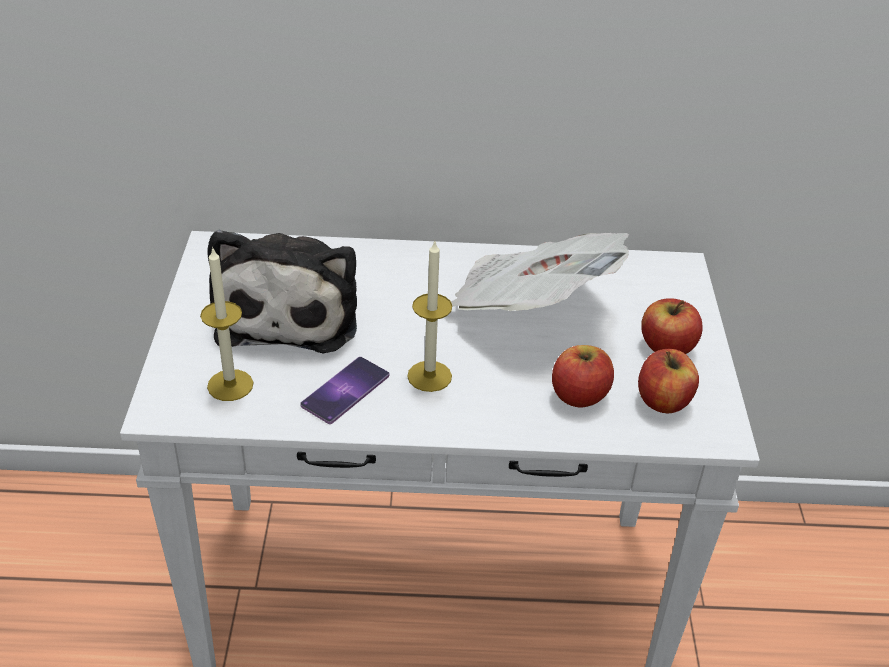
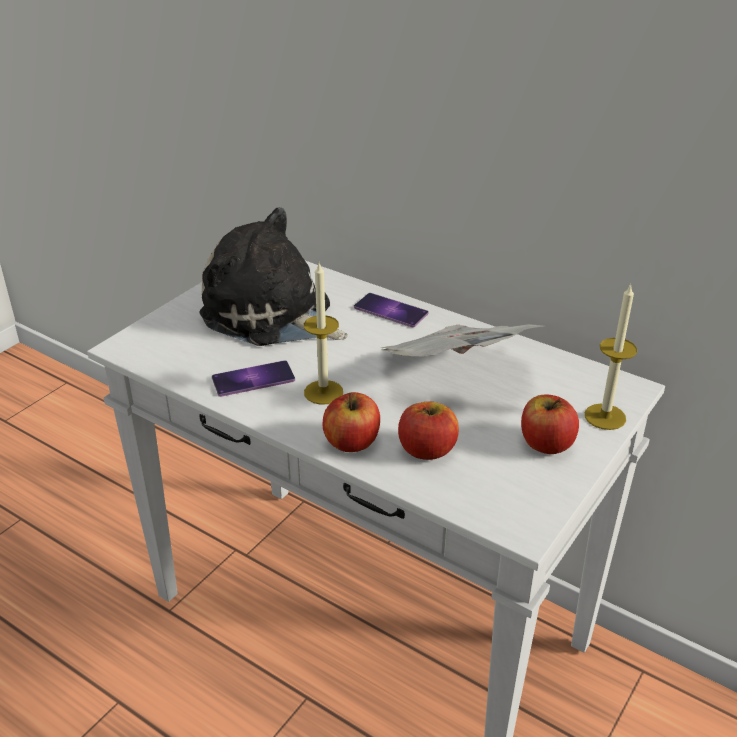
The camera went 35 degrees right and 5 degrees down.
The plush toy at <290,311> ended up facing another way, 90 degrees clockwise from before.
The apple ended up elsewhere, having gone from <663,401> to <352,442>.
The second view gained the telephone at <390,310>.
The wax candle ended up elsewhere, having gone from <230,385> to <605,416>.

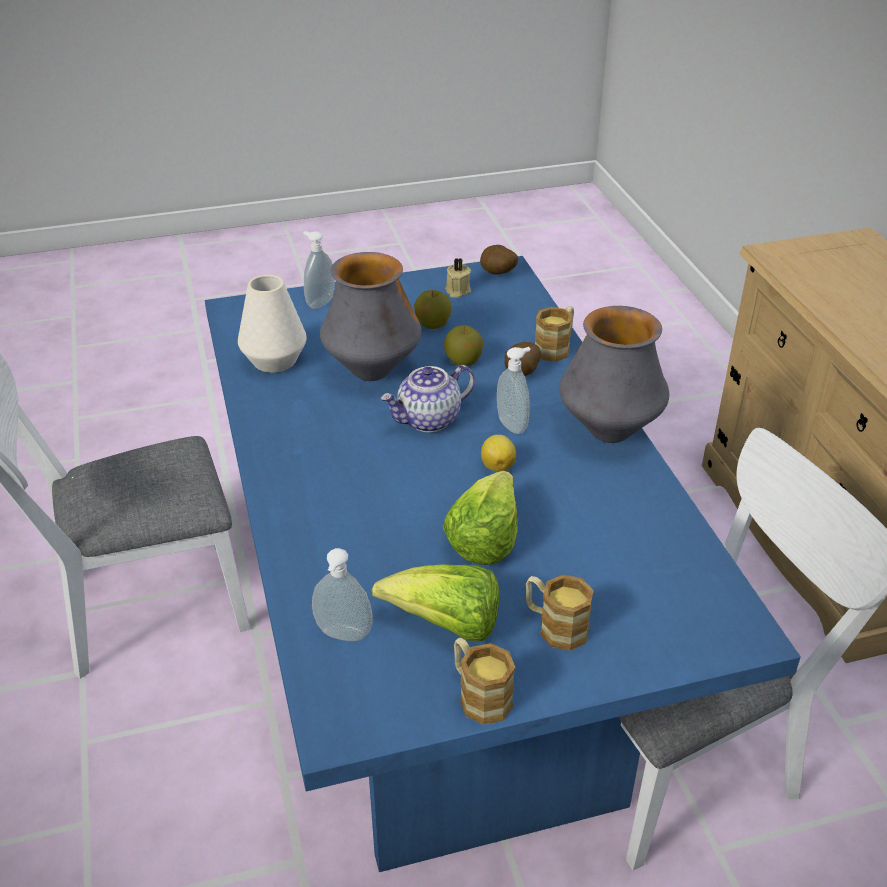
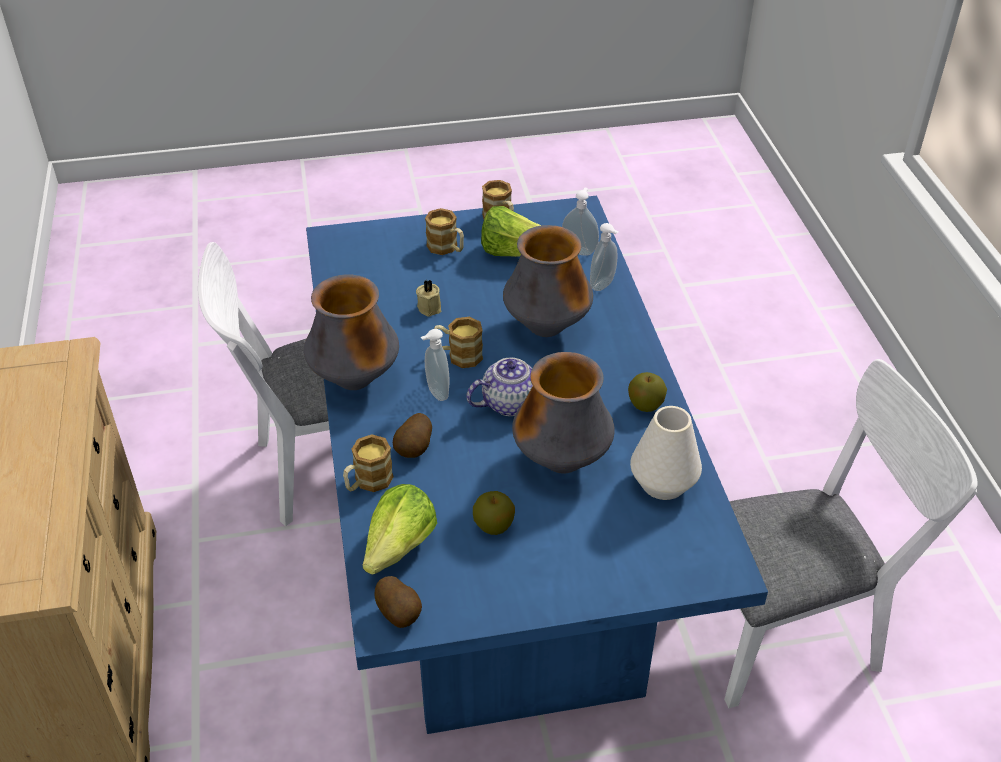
The camera went 175 degrees left and 5 degrees up.
The head of lettuce ended up elsewhere, having gone from <483,538> to <400,546>.
The beige wax candle ended up elsewhere, having gone from <457,291> to <430,307>.
Where the lemon stood at <498,465>, the tea mug came to stand at <458,355>.
The second view gained the vase at <546,328>.
The liquid soap bottle ended up elsewhere, having gone from <319,302> to <604,285>.
The apple ended up elsewhere, having gone from <463,362> to <645,405>.

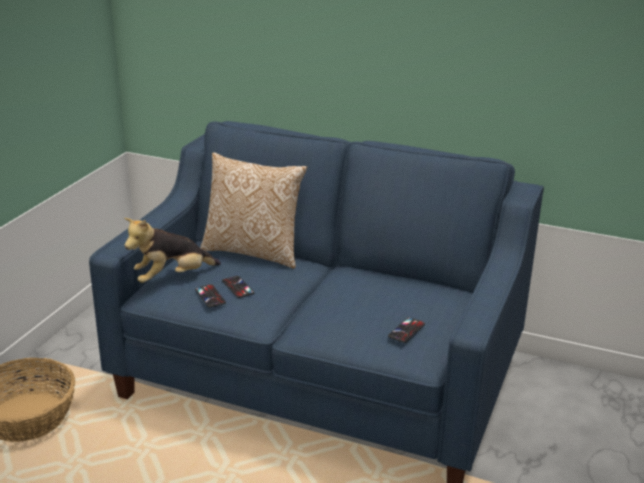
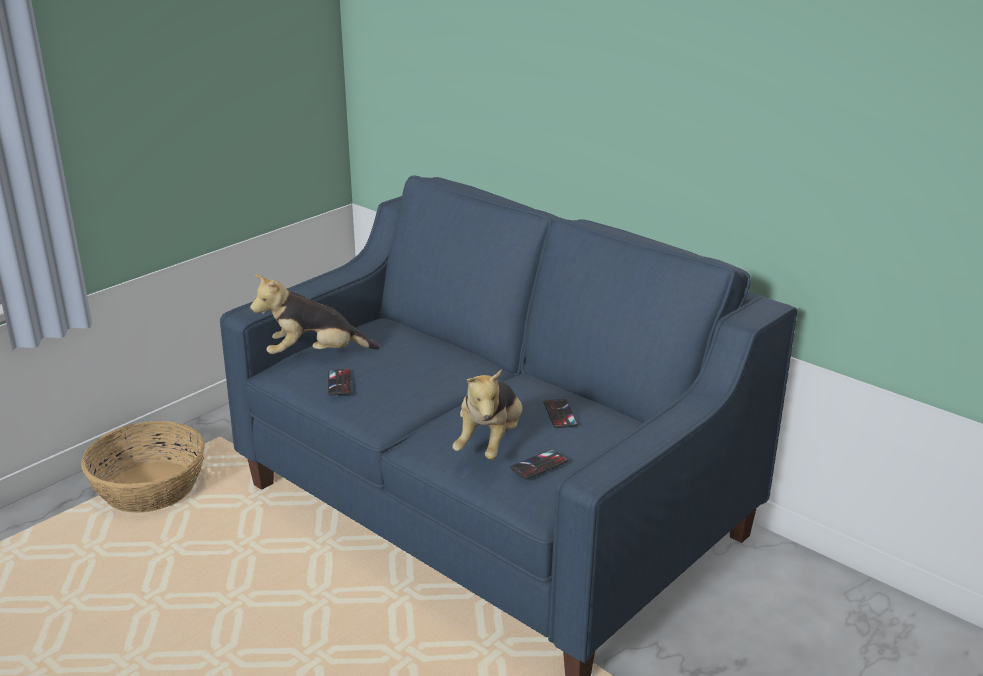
The camera went 20 degrees right and 0 degrees up.
The second view gained the plush toy at <490,443>.
The telephone ended up elsewhere, having gone from <237,287> to <560,414>.
The second view lost the cushion at <254,251>.

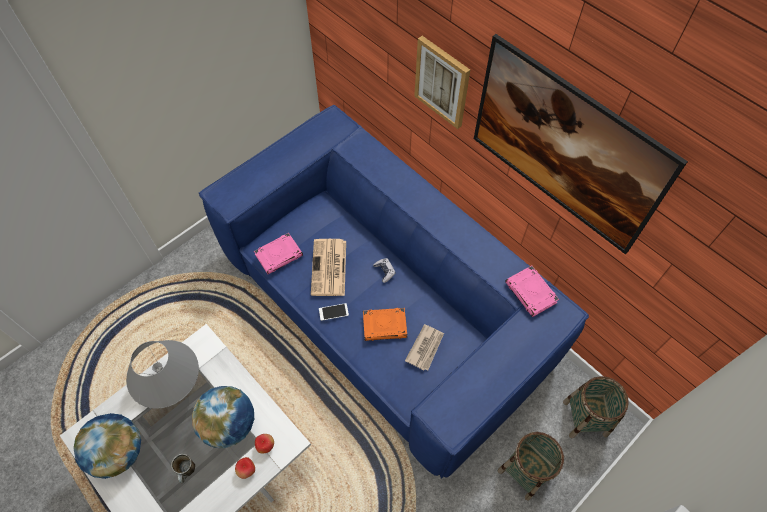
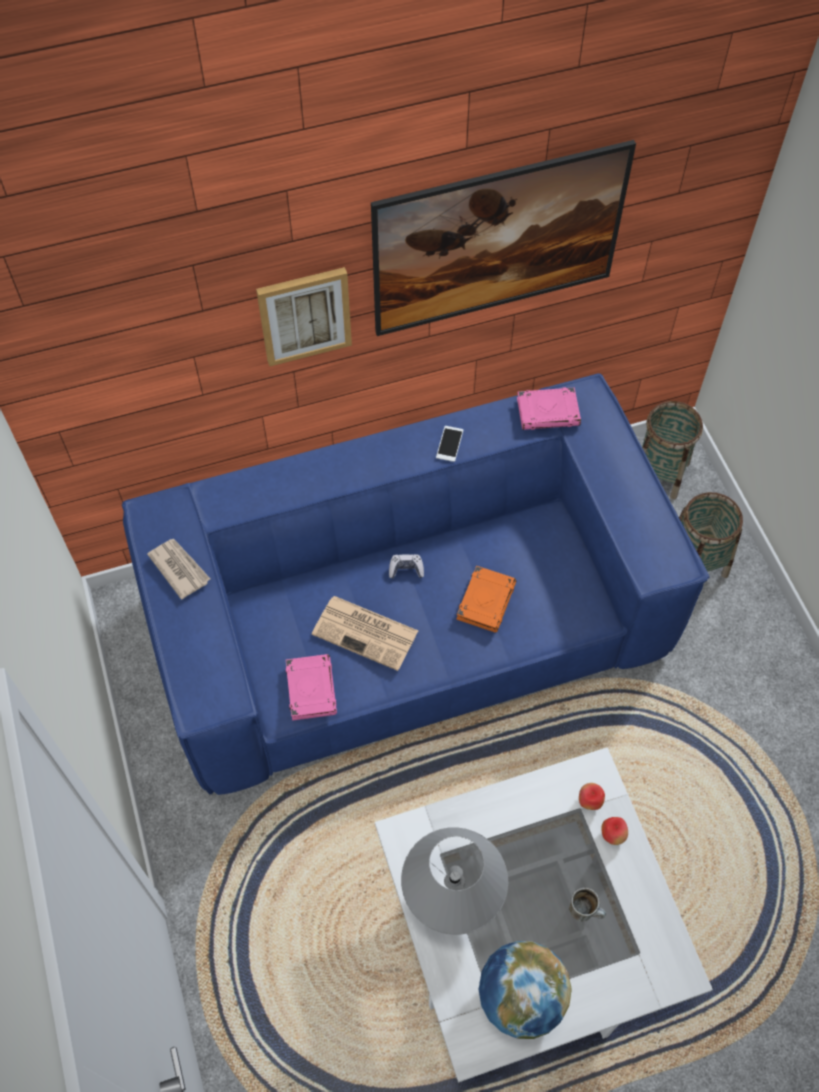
The camera went 65 degrees left and 0 degrees up.
The newspaper ended up elsewhere, having gone from <425,348> to <179,568>.
The telephone ended up elsewhere, having gone from <333,312> to <449,444>.
The second view lost the globe at <230,424>.

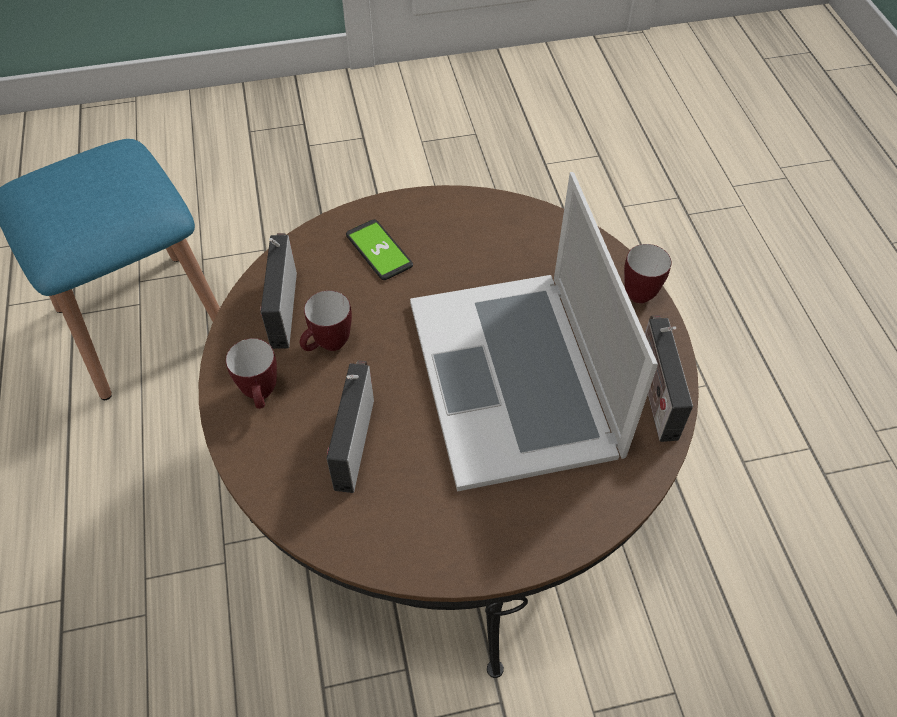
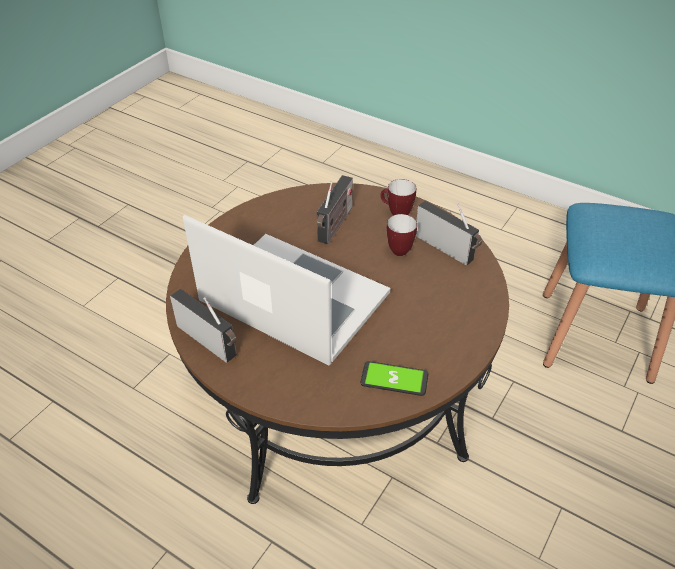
The camera went 135 degrees right and 10 degrees down.
The radio receiver at <354,439> ended up facing another way, 60 degrees clockwise from before.
The telephone ended up elsewhere, having gone from <379,250> to <394,379>.
The second view lost the tea mug at <637,290>.

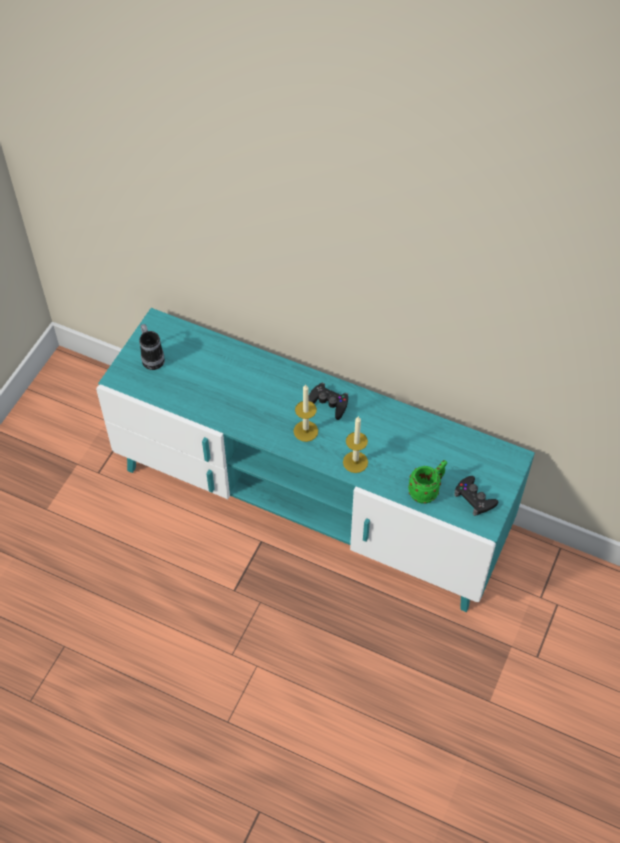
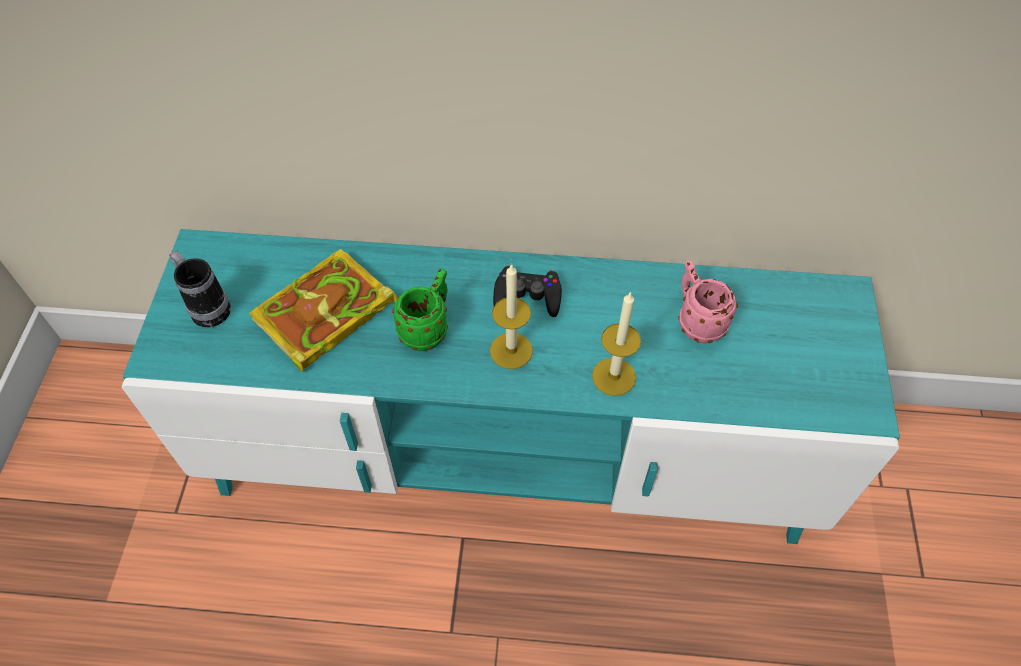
The camera went 20 degrees left and 0 degrees up.
The second view gained the volume at <323,315>.
The greenish tea mug ended up elsewhere, having gone from <427,490> to <428,329>.
The second view gained the pinkish tea mug at <696,321>.
The second view lost the black-coloured gamepad at <474,498>.

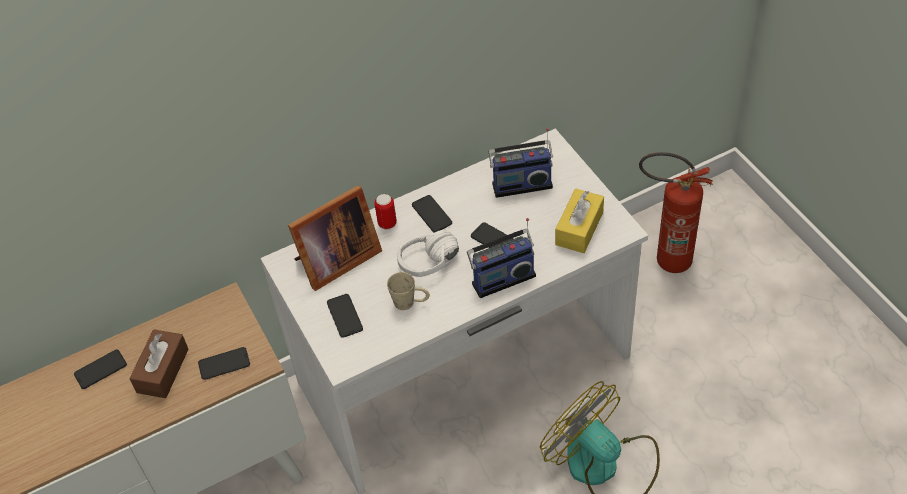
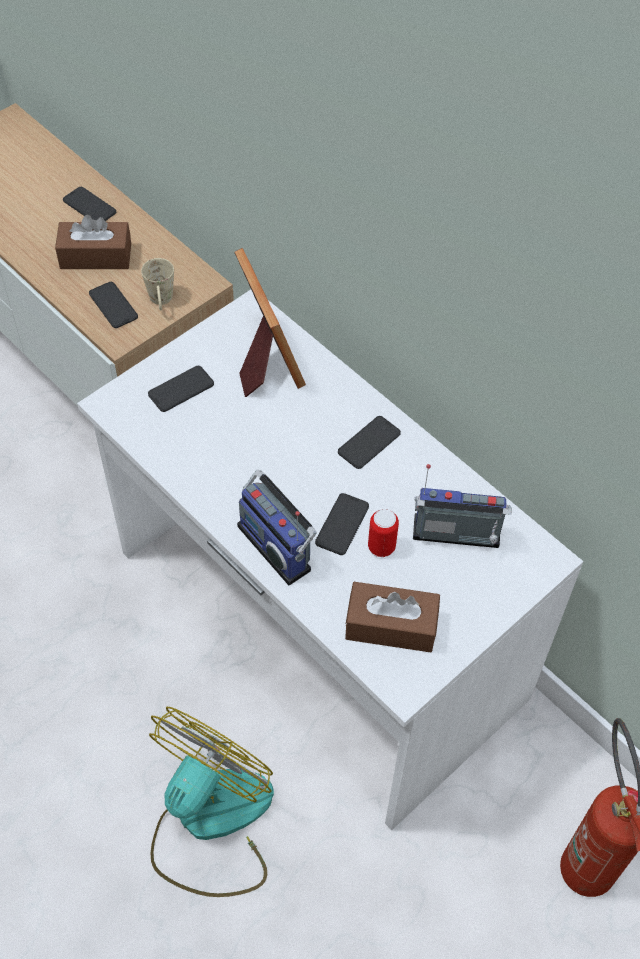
The camera went 70 degrees right and 5 degrees up.
The beige tea mug ended up elsewhere, having gone from <410,302> to <161,302>.
The picture frame at <335,261> ended up facing another way, 150 degrees counterclockwise from before.
What was the yellowish box of tissues at <579,228> turned into the brown box of tissues at <391,625>.
The can ended up elsewhere, having gone from <387,223> to <381,547>.
The radio receiver at <521,184> ended up facing another way, 120 degrees clockwise from before.
The second view lost the white headphones at <434,268>.

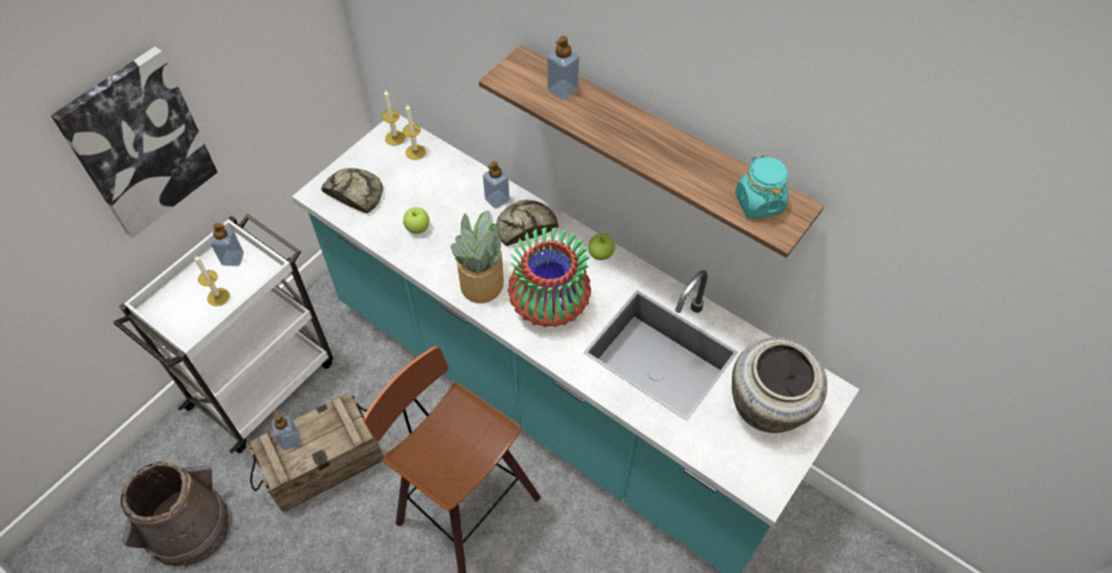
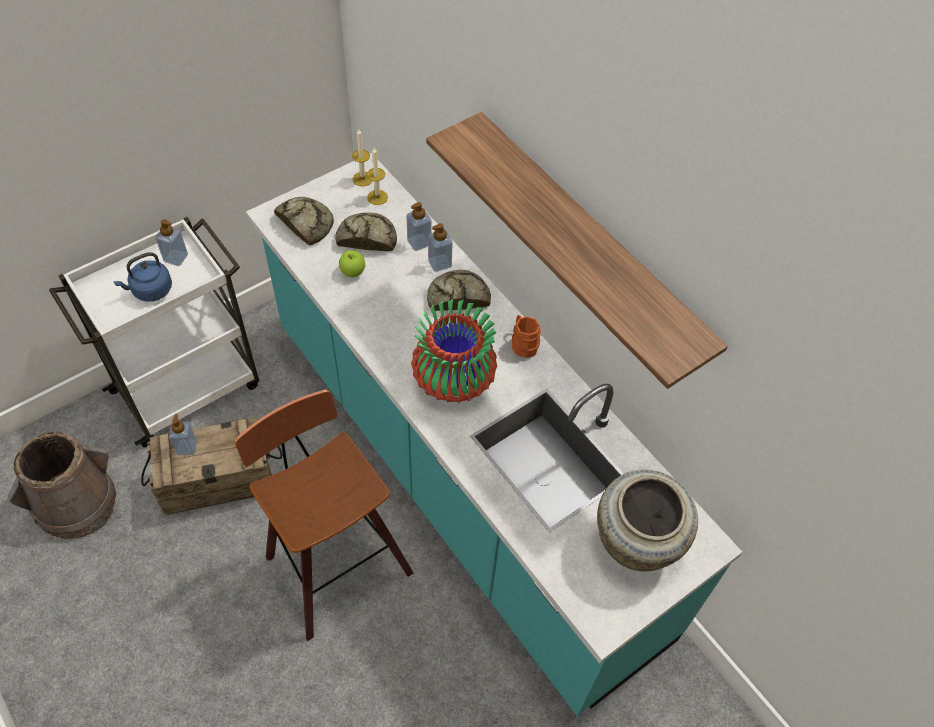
The camera went 15 degrees right and 0 degrees up.
Where the wax candle stood at <218,297>, the blue-coloured kettle came to stand at <150,290>.
The second view gained the bakery bread at <367,237>.
The liquid soap bottle ended up elsewhere, having gone from <562,90> to <419,242>.
Where the apple stood at <600,254>, the orange-coloured tea mug came to stand at <523,343>.
The second view lost the wall art at <139,144>.
The second view lost the houseplant at <482,282>.
The second view lost the turquoise-coloured jar at <758,203>.

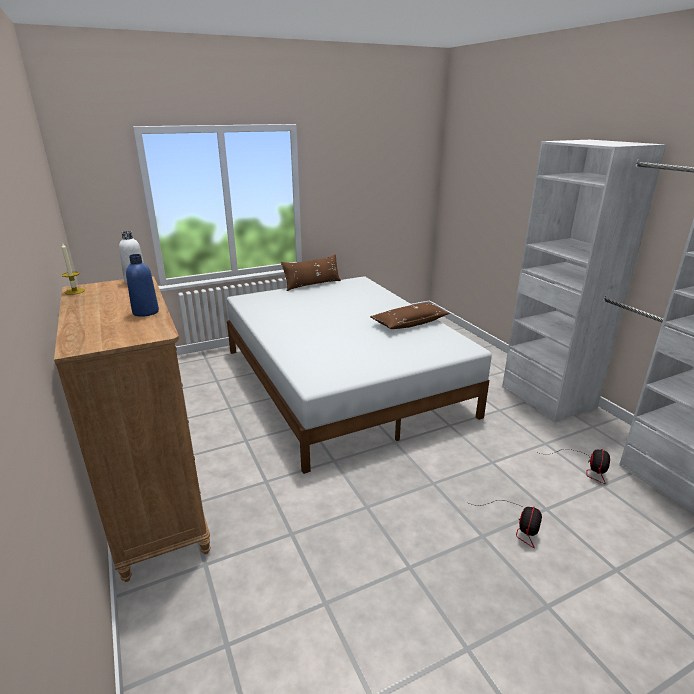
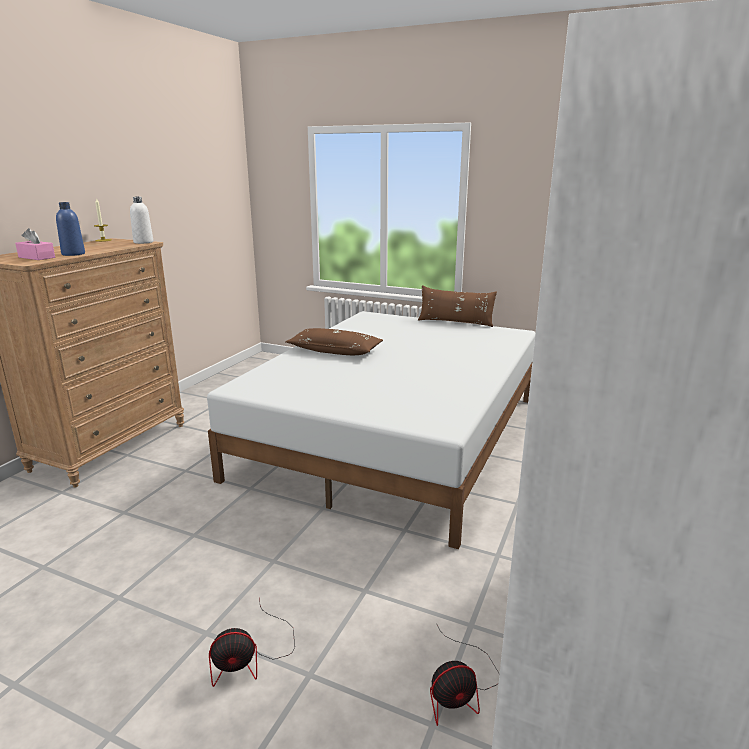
The camera went 50 degrees right and 5 degrees down.
The second view gained the pinkish box of tissues at <36,257>.
The brown cushion ended up elsewhere, having gone from <409,323> to <335,351>.

